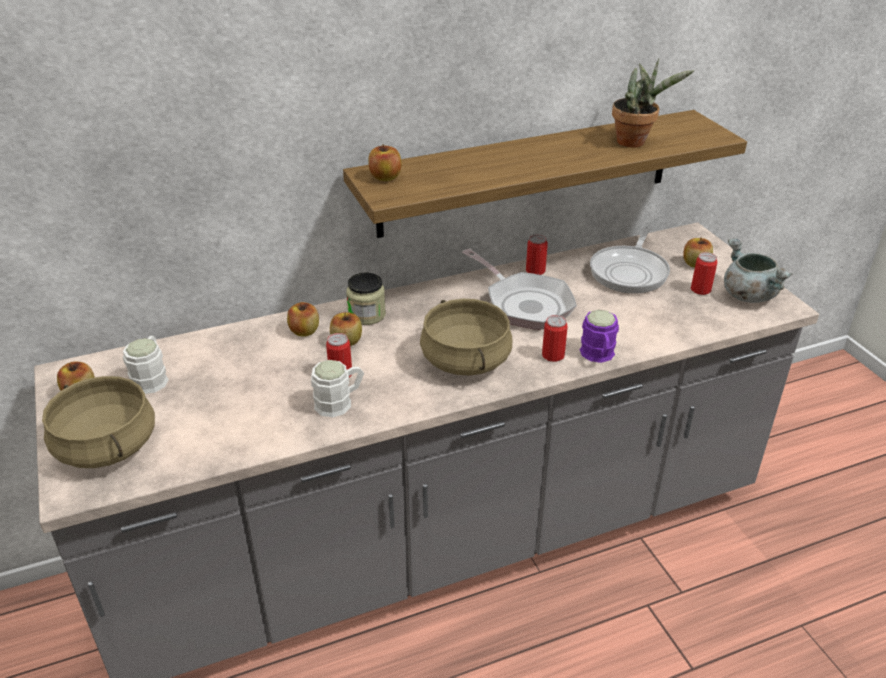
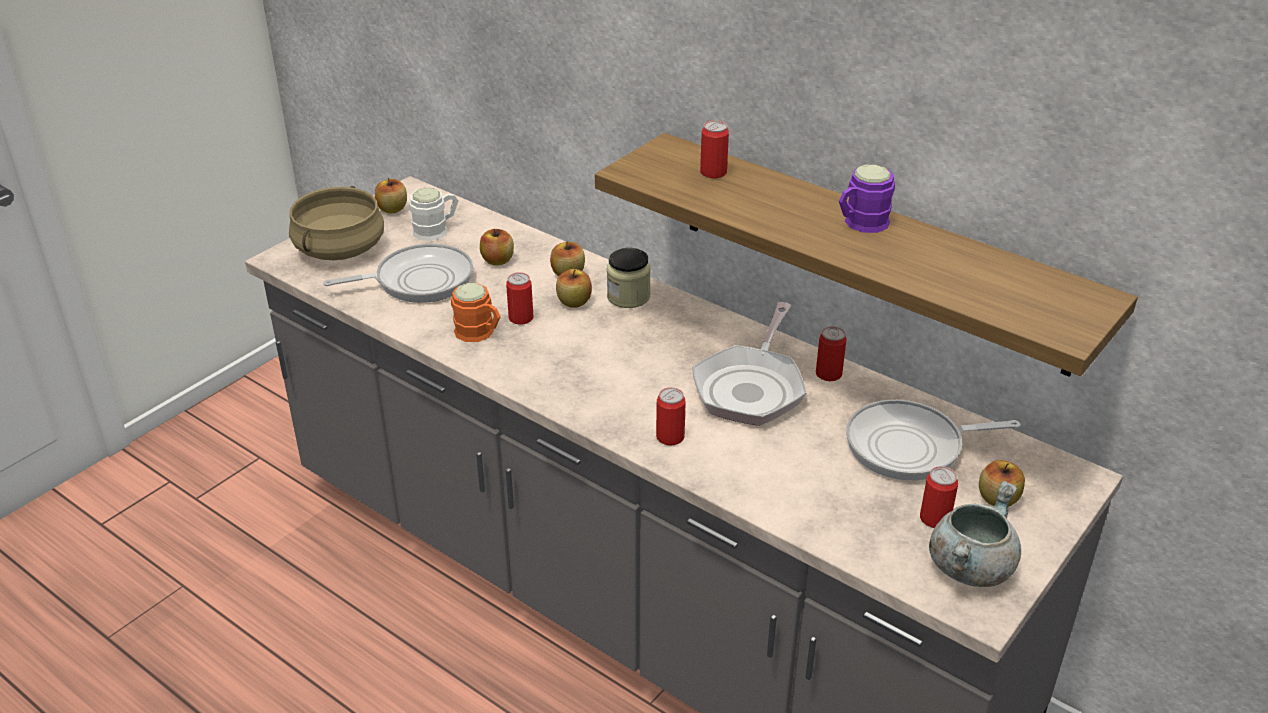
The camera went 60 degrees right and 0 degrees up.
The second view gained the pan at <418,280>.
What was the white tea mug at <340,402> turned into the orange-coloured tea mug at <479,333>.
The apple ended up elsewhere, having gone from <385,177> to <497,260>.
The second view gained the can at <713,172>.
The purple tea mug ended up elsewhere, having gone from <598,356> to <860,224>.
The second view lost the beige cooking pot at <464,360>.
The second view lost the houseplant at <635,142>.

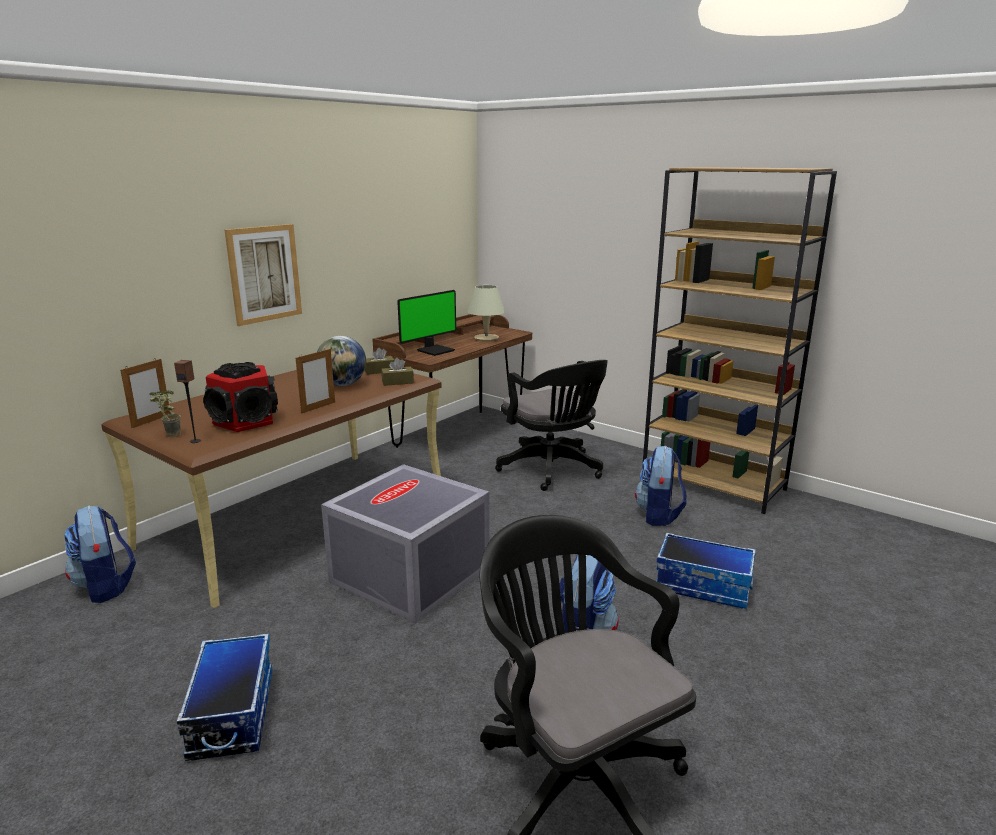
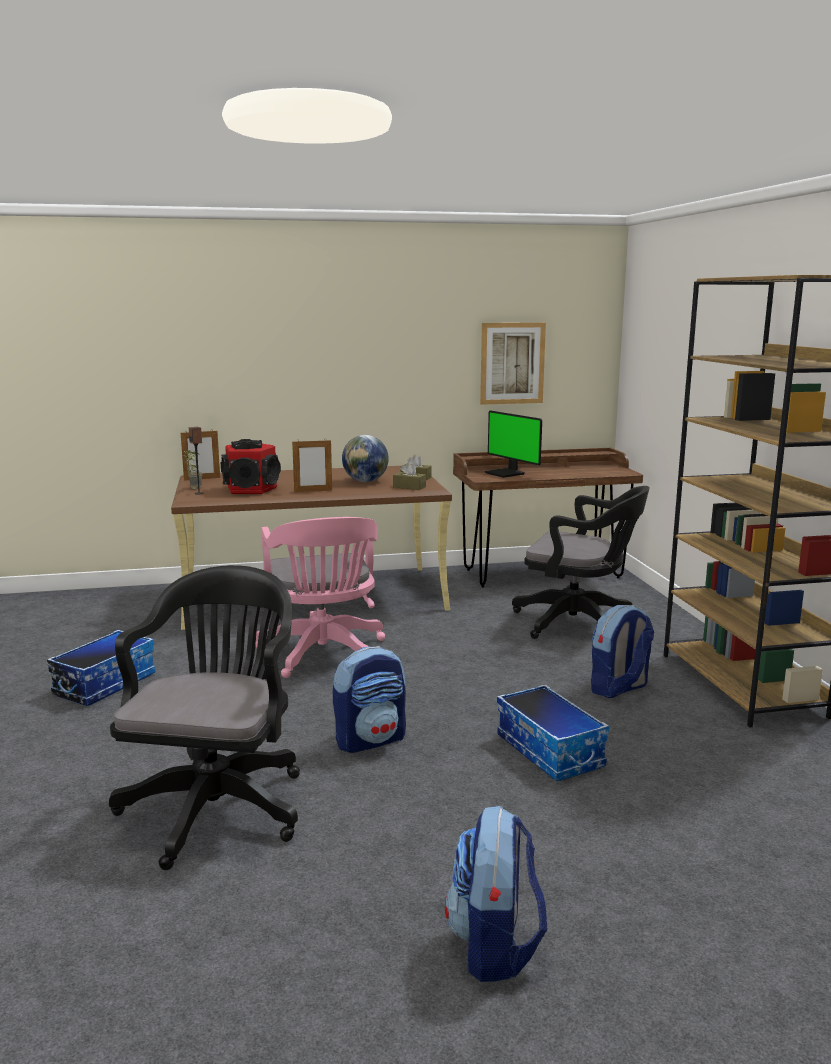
The camera went 40 degrees right and 5 degrees down.
Where the gray storage box stood at <410,576>, the pinkish desk chair came to stand at <323,655>.
The rucksack ended up elsewhere, having gone from <106,587> to <495,946>.
The wall art ended up elsewhere, having gone from <264,274> to <512,363>.
The computer display at <435,350> ended up facing another way, 60 degrees clockwise from before.
The black-coloured desk chair at <553,470> ended up facing another way, 75 degrees counterclockwise from before.
The second view lost the beige lamp for a table at <486,338>.

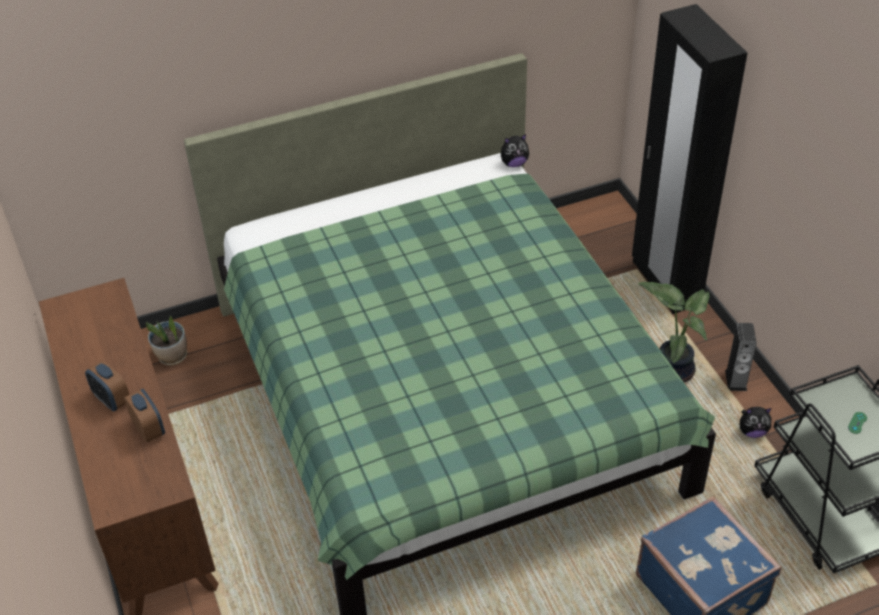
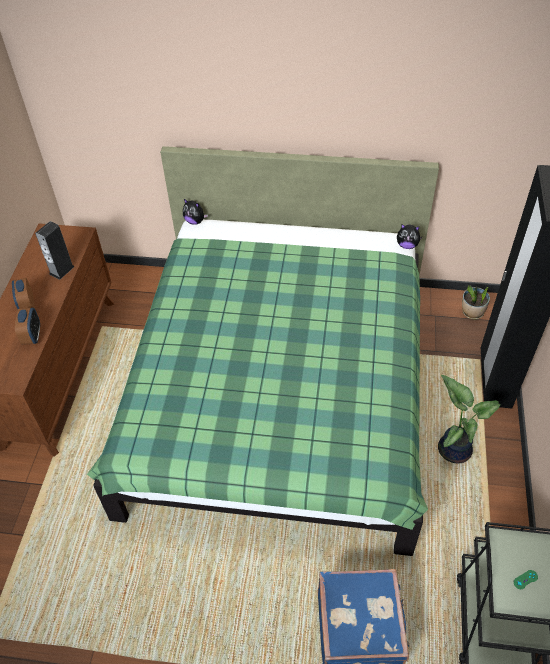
The camera went 30 degrees right and 5 degrees up.
The speaker ended up elsewhere, having gone from <736,380> to <61,270>.
The plush toy ended up elsewhere, having gone from <752,431> to <195,221>.
The houseplant ended up elsewhere, having gone from <172,356> to <472,312>.

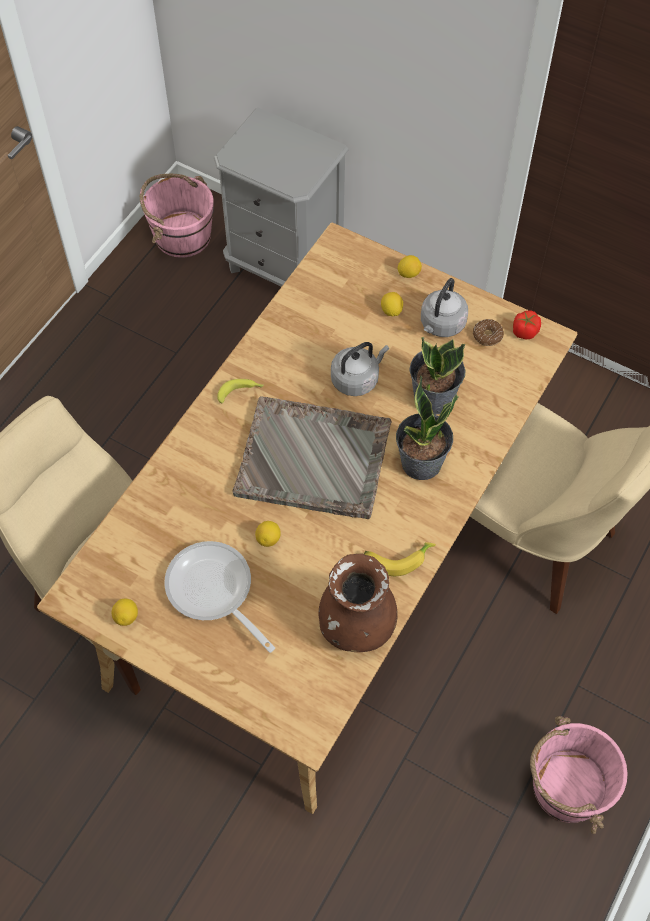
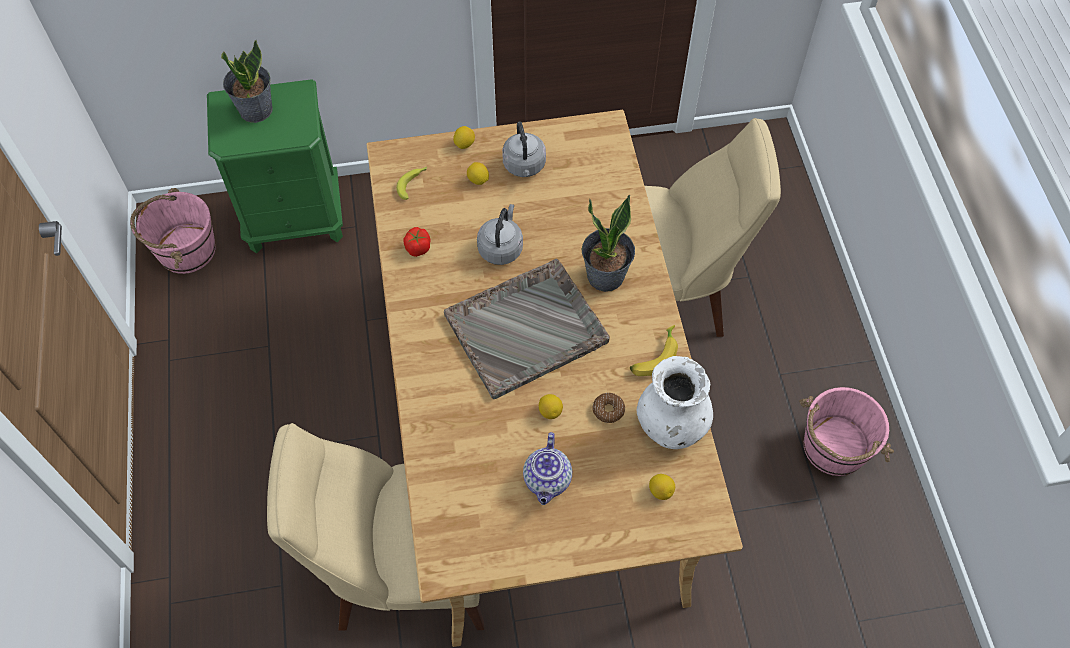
The camera went 40 degrees left and 0 degrees up.
What was the gray night table at <284,264> turned into the greenish night table at <295,218>.
The houseplant ended up elsewhere, having gone from <433,397> to <255,109>.
The banana ended up elsewhere, having gone from <240,392> to <413,184>.
The whole tomato ended up elsewhere, having gone from <524,331> to <418,248>.
Where the pan stood at <213,592>, the pot for tea came to stand at <548,481>.
The ring doughnut ended up elsewhere, having gone from <487,335> to <608,410>.
What was the brown vase at <357,625> turned into the white vase at <672,424>.
The lemon ended up elsewhere, having gone from <126,617> to <660,491>.

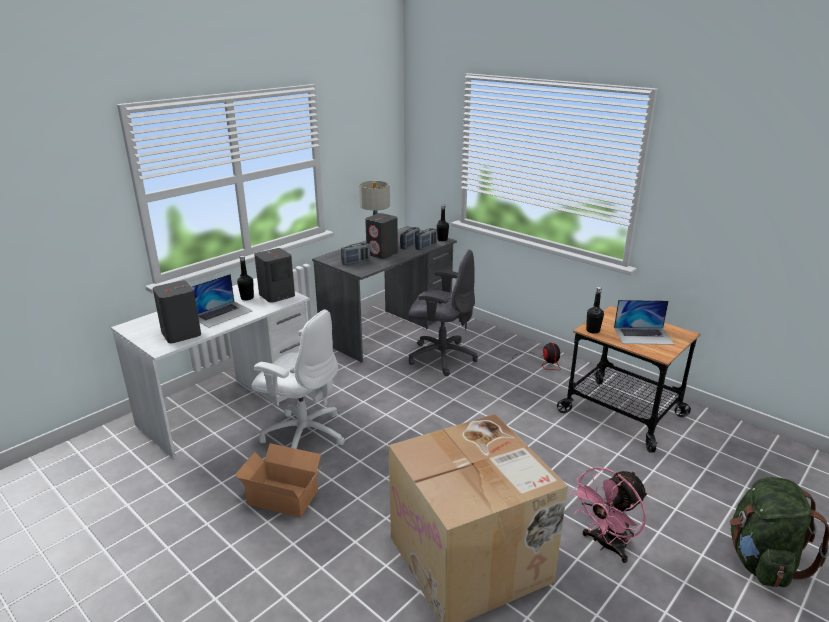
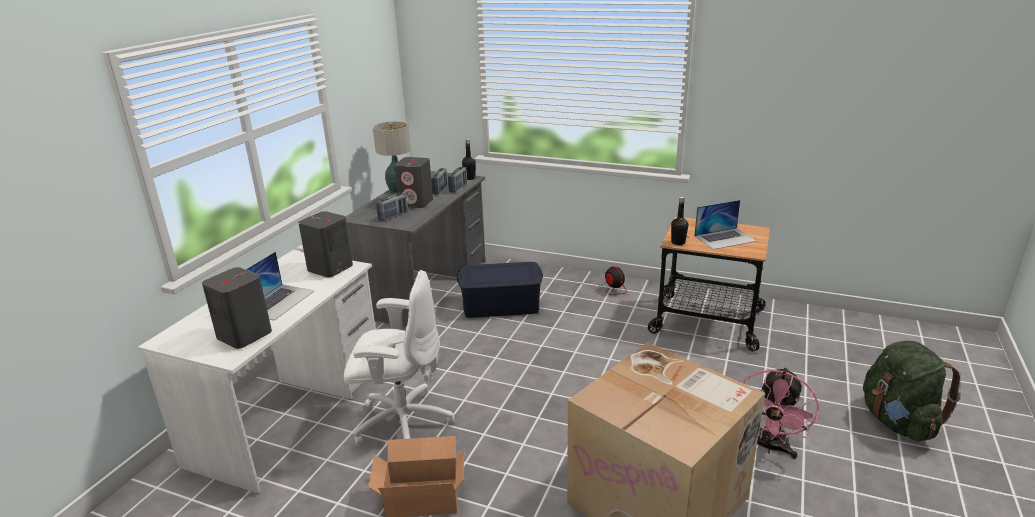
The camera went 20 degrees left and 0 degrees up.
Where the gray desk chair stood at <441,357>, the blue-coloured storage box came to stand at <501,305>.
The second view lost the black-coloured beverage bottle at <247,298>.

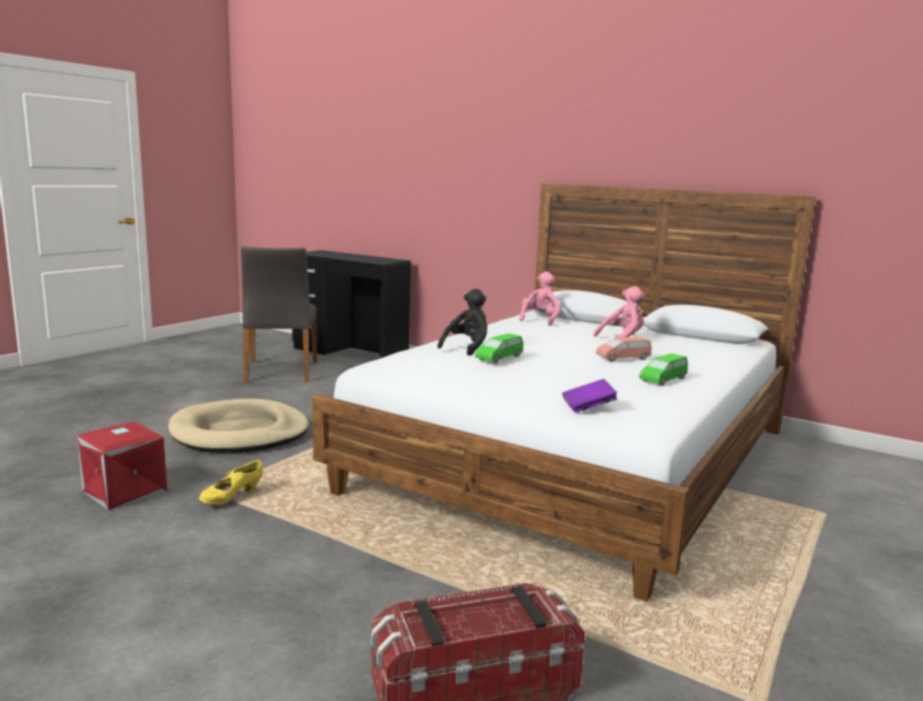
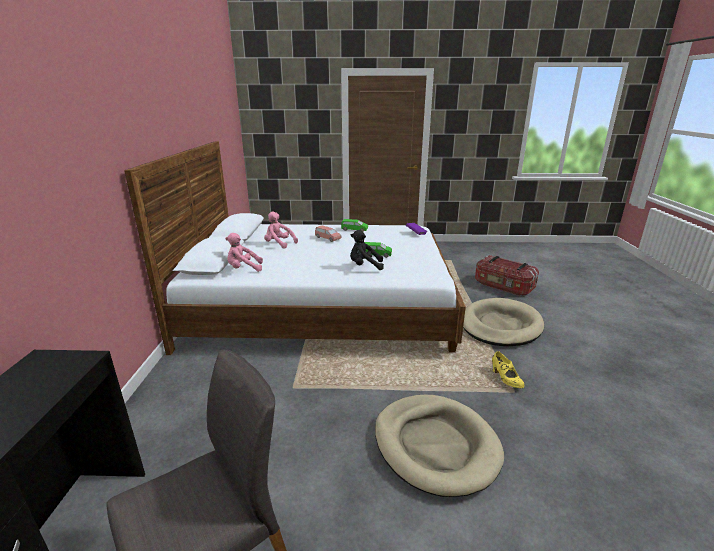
The camera went 120 degrees left and 10 degrees up.
The second view gained the beige pet bed at <500,325>.
The yellowish item of footwear at <232,499> ended up facing another way, 60 degrees clockwise from before.
The second view lost the red-coloured storage box at <123,491>.

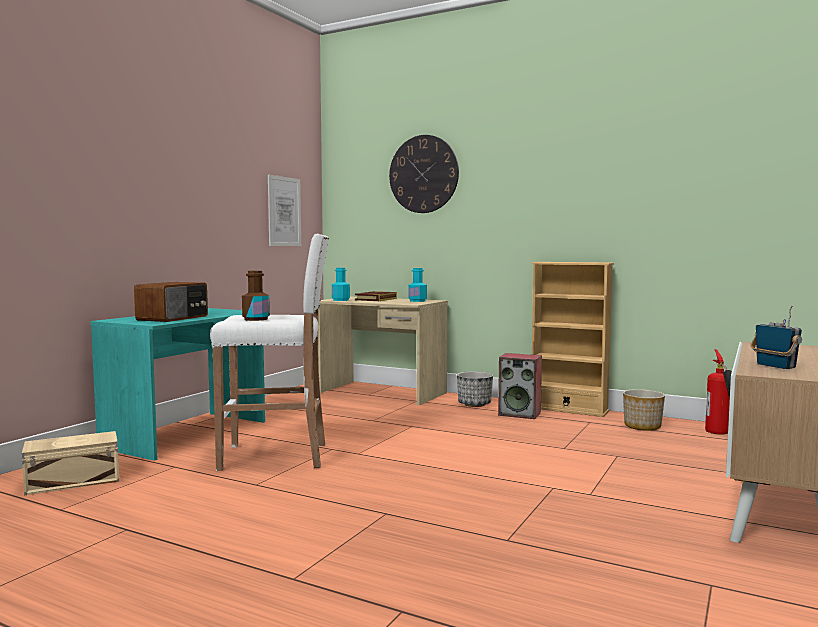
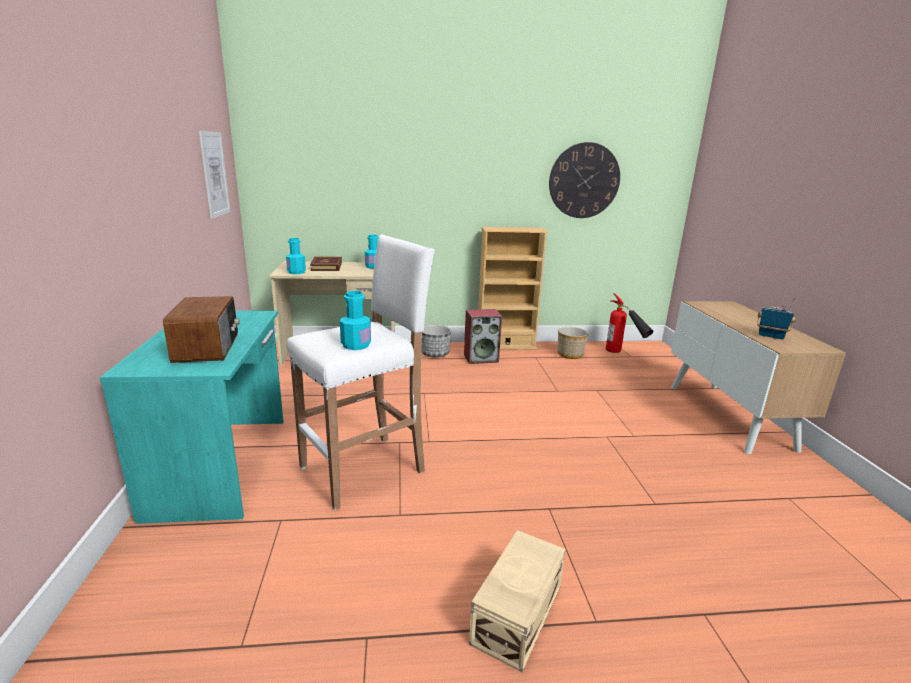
The camera went 35 degrees left and 15 degrees up.
What was the brown beverage bottle at <256,319> turned into the turquoise-coloured beverage bottle at <356,345>.
The beige storage box ended up elsewhere, having gone from <71,481> to <515,615>.
The clock on the wall ended up elsewhere, having gone from <423,174> to <584,181>.

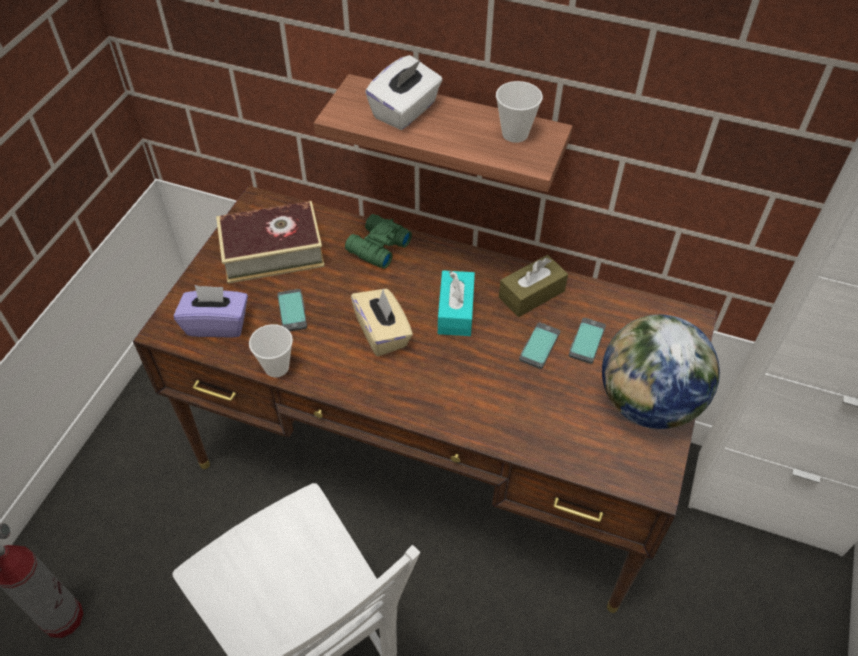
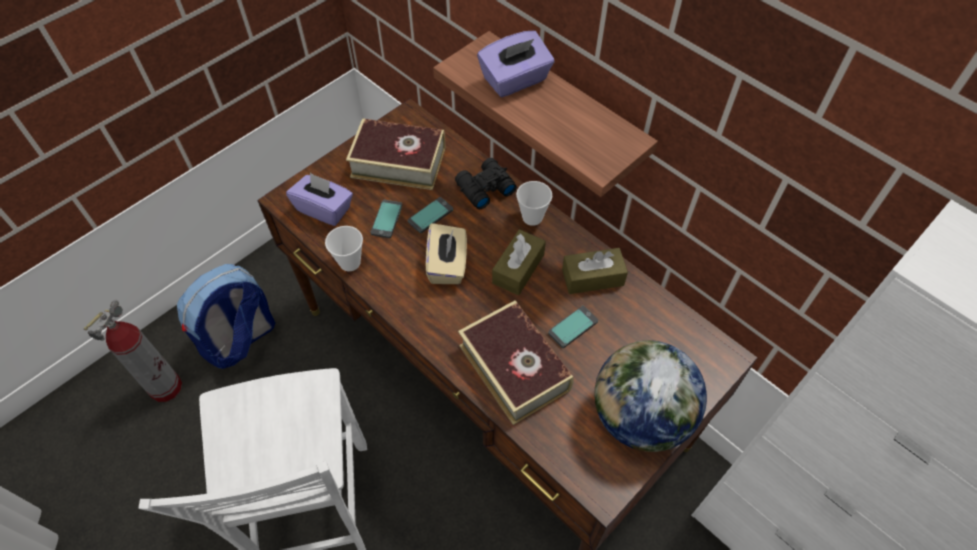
The camera went 25 degrees right and 5 degrees up.
The second view gained the rucksack at <240,340>.
The telephone ended up elsewhere, having gone from <586,341> to <430,215>.
What was the greenish pair of binoculars at <377,247> turned into the black-coloured pair of binoculars at <483,188>.
The second view gained the volume at <514,367>.
What was the white box of tissues at <405,111> turned into the purple box of tissues at <515,80>.
What was the turquoise-coloured box of tissues at <455,311> turned into the brown box of tissues at <518,269>.
The drinking cup ended up elsewhere, having gone from <515,134> to <532,217>.

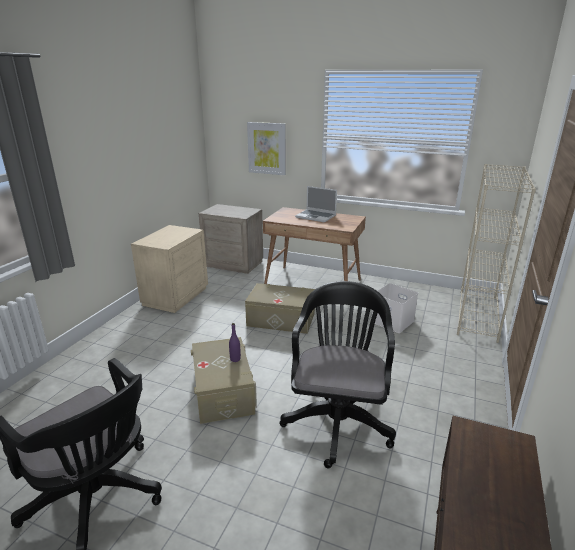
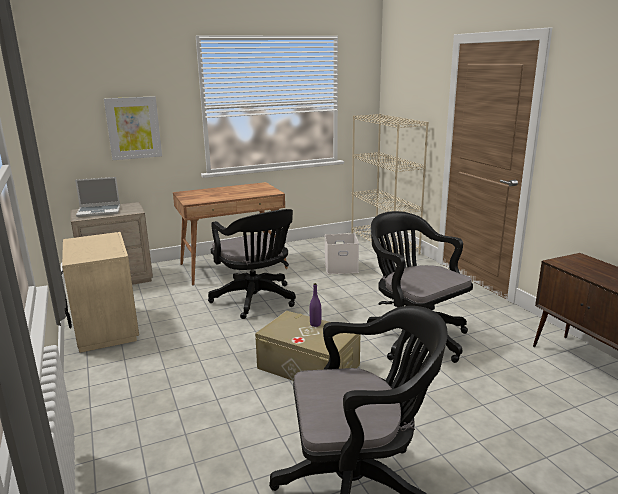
The camera went 45 degrees left and 5 degrees down.
The notebook computer ended up elsewhere, having gone from <316,216> to <99,211>.
Where the beige storage box stood at <281,319>, the black-coloured desk chair came to stand at <256,300>.

